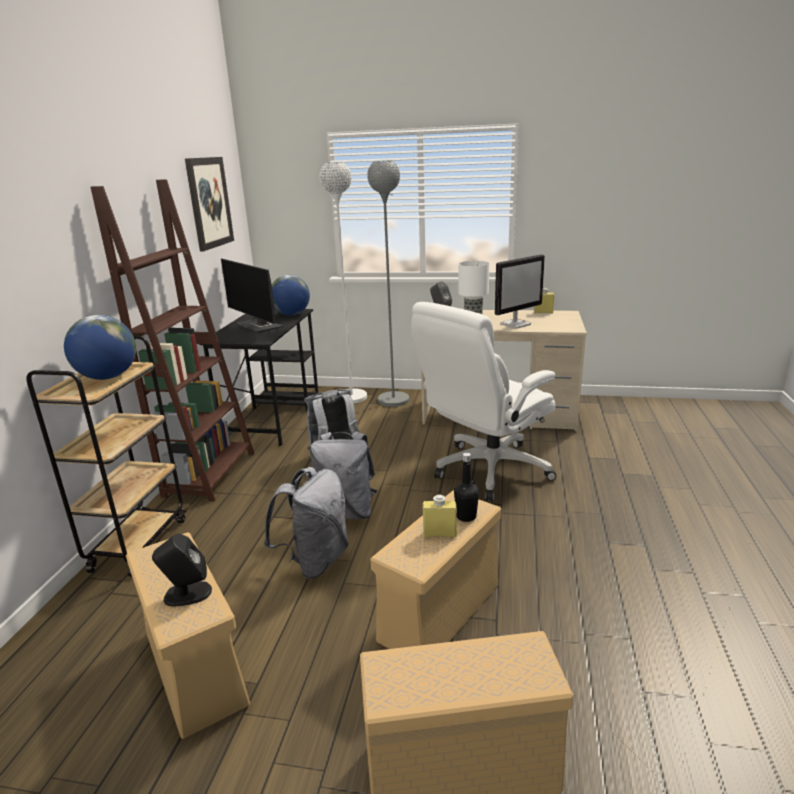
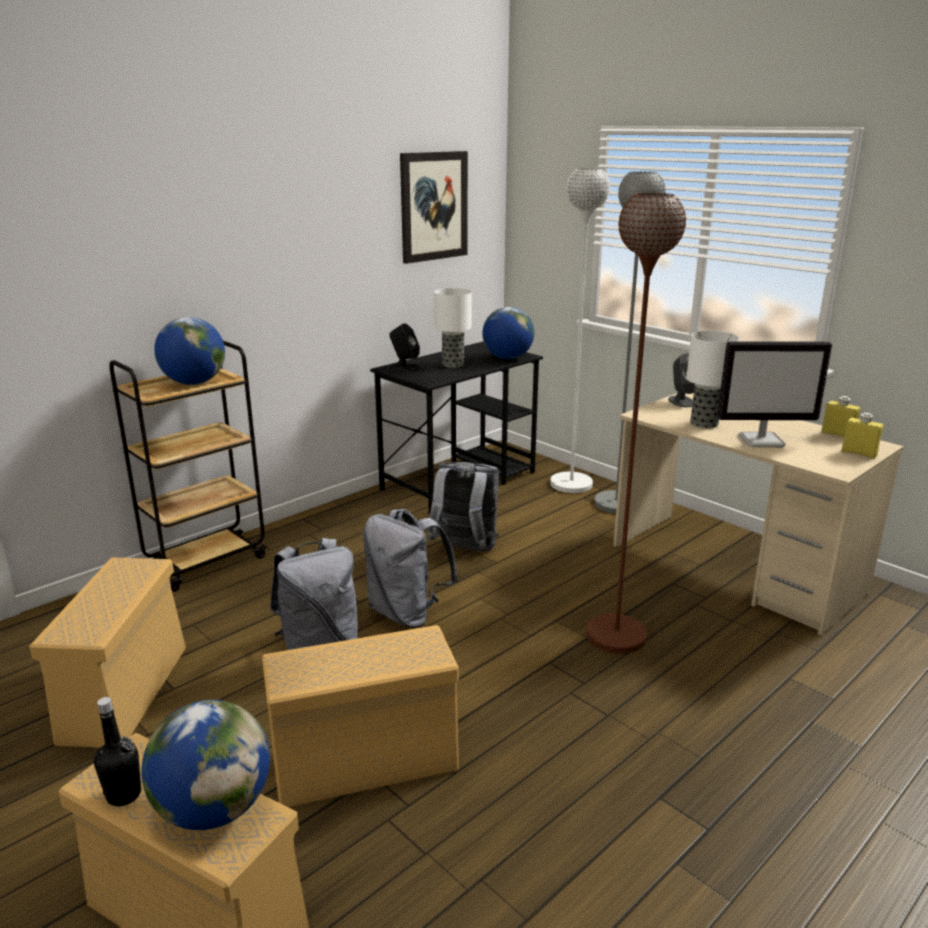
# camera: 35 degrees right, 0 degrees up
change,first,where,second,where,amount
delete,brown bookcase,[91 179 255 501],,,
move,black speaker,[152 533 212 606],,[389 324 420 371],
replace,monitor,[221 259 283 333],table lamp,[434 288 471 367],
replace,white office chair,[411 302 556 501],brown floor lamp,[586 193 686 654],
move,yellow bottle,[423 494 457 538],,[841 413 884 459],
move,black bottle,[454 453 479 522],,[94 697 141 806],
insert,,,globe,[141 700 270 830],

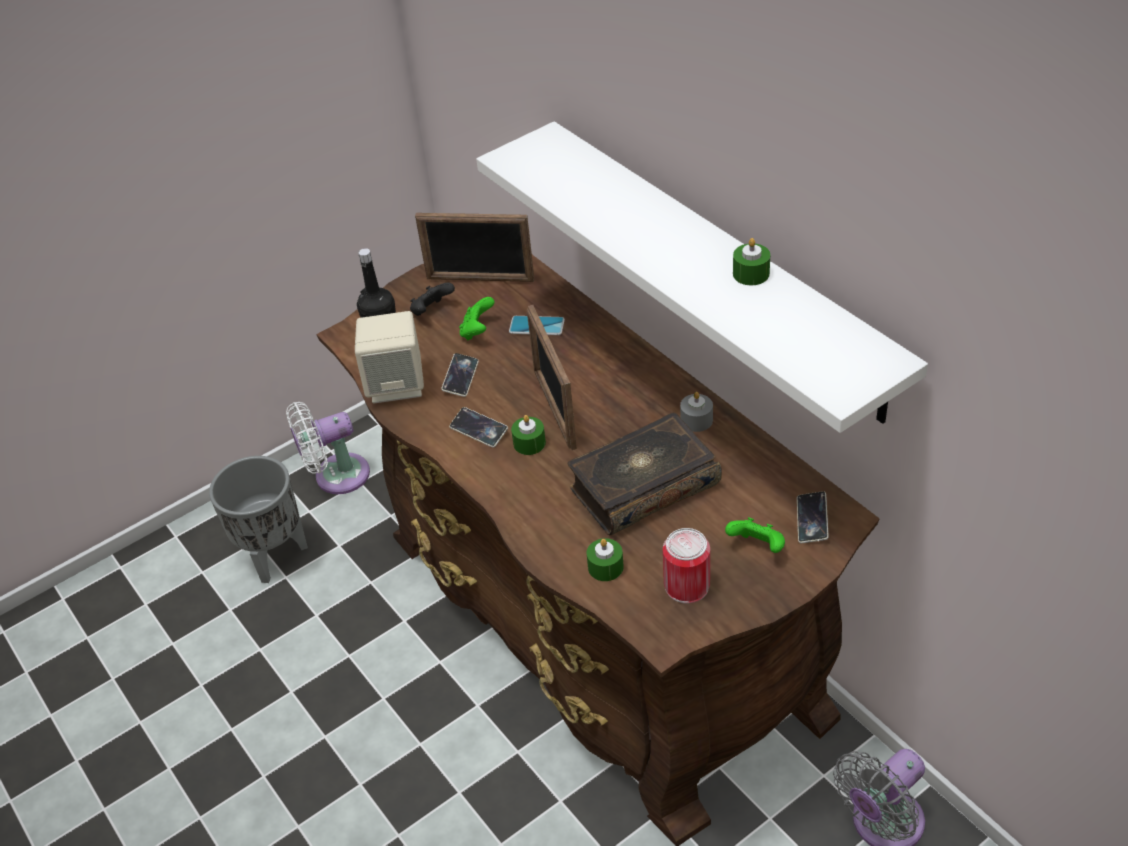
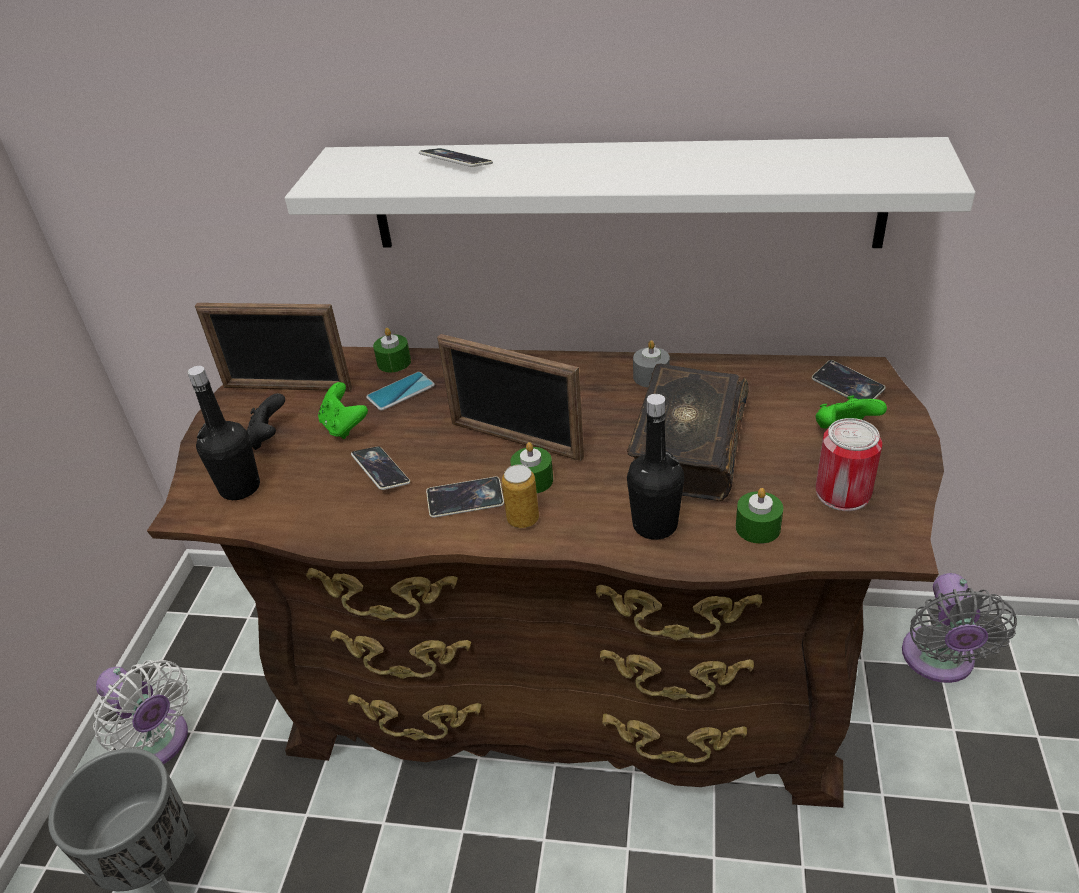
# camera: 45 degrees left, 5 degrees down
change,first,where,second,where,amount
rotate,white fan,[286 402 370 494],,[93 659 189 764],75 degrees counterclockwise
delete,beige speaker,[355 311 424 404],,,
rotate,picture frame,[415 213 535 282],,[195 303 352 391],45 degrees clockwise
move,green candle,[733 238 770 285],,[373 328 411 372],
insert,,,phone,[419 148 493 167],
insert,,,can,[502 464 539 528],
insert,,,black bottle,[627 394 684 540],

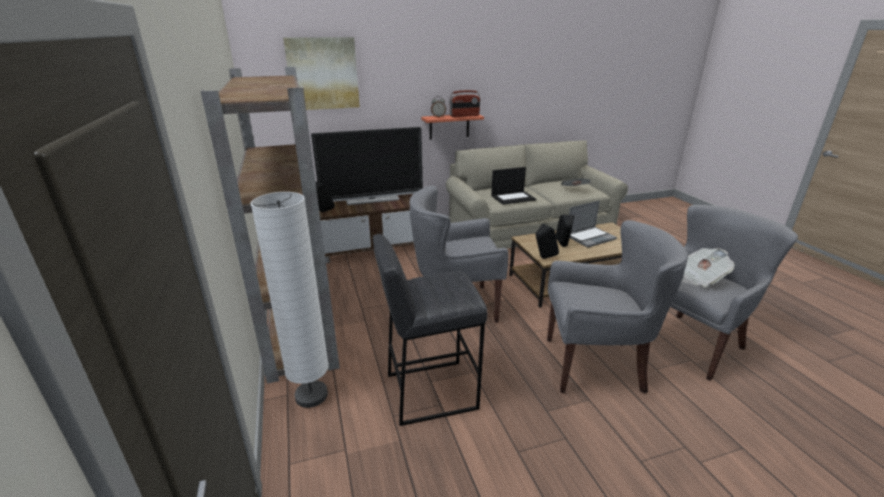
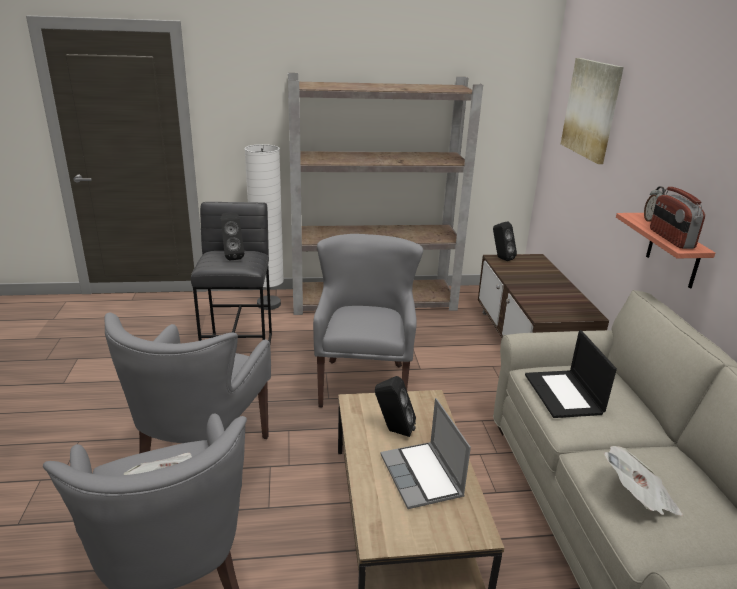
# camera: 100 degrees right, 0 degrees up
change,first,where,second,where,amount
delete,television,[311 127 423 205],,,
move,black speaker,[535 224 559 259],,[221 212 245 261],

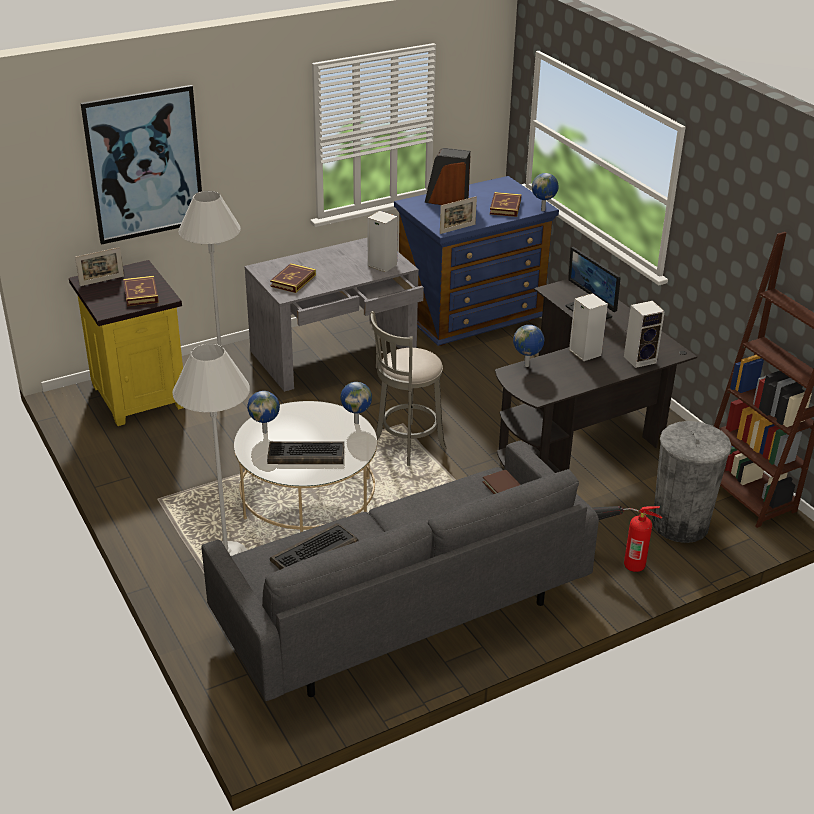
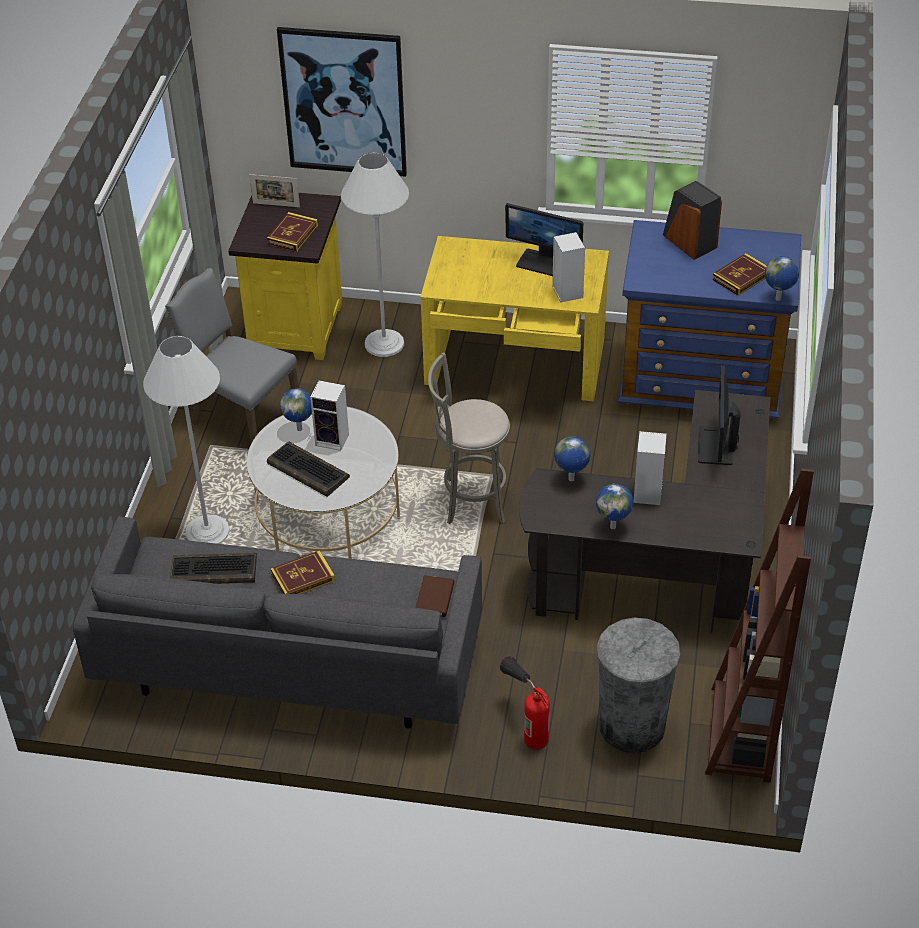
# camera: 40 degrees right, 10 degrees up
change,first,where,second,where,amount
recolor,grey desk,[245 237 424 392],yellow desk,[420 236 609 401],
move,book,[270 263 316 293],,[270 550 335 594],
move,globe,[340 382 372 424],,[596 484 633 529],
delete,picture frame,[440 196 477 234],,,
move,speaker,[624 301 665 368],,[310 380 349 451],
insert,,,grey chair,[165 268 298 443],
insert,,,monitor,[505 203 583 276],

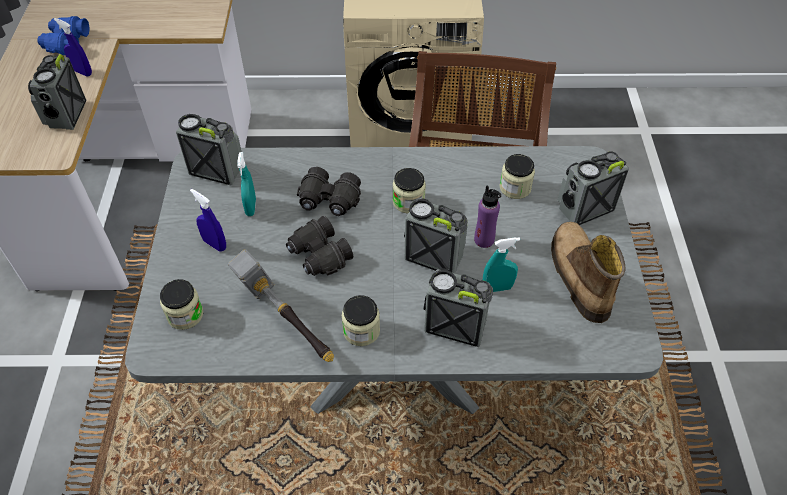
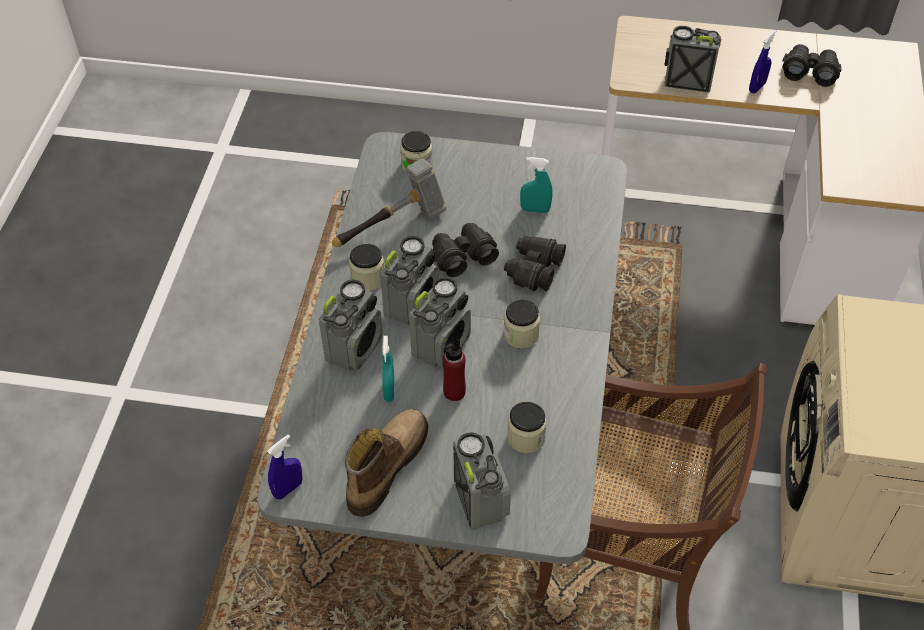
# camera: 100 degrees right, 0 degrees up
change,first,where,second,where,amount
recolor,blue binoculars,[37 16 90 55],black binoculars,[782 44 841 87],
move,radio,[176 114 242 185],,[380 236 439 325],
move,blue spray bottle,[190 189 226 252],,[267 434 303 500],
recolor,purple bottle,[474 186 501 248],red bottle,[442 339 466 401],
rotate,boot,[551 222 625 323],,[345 409 428 517],60 degrees counterclockwise

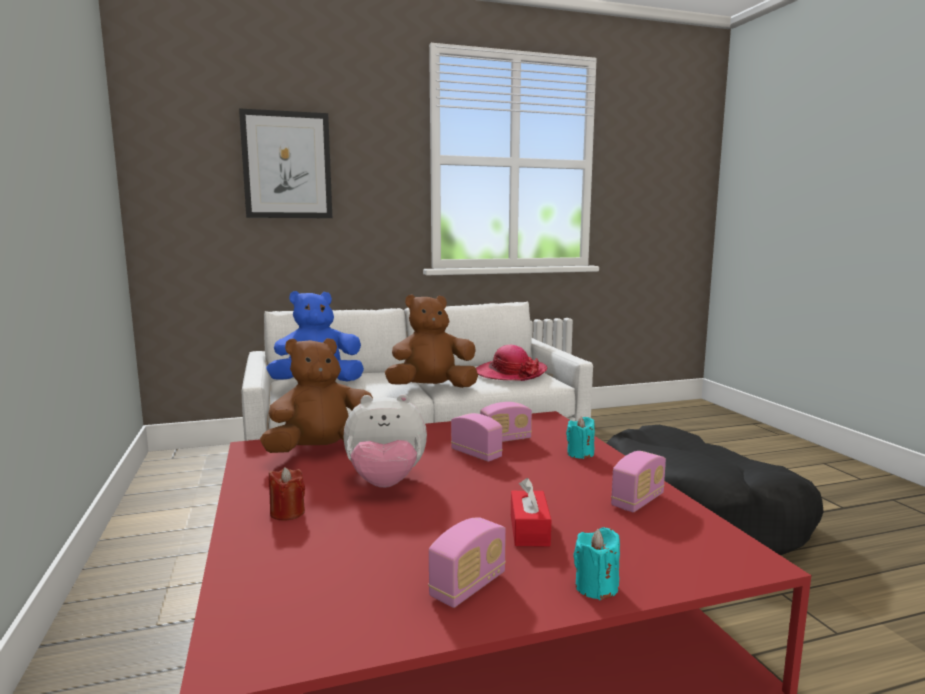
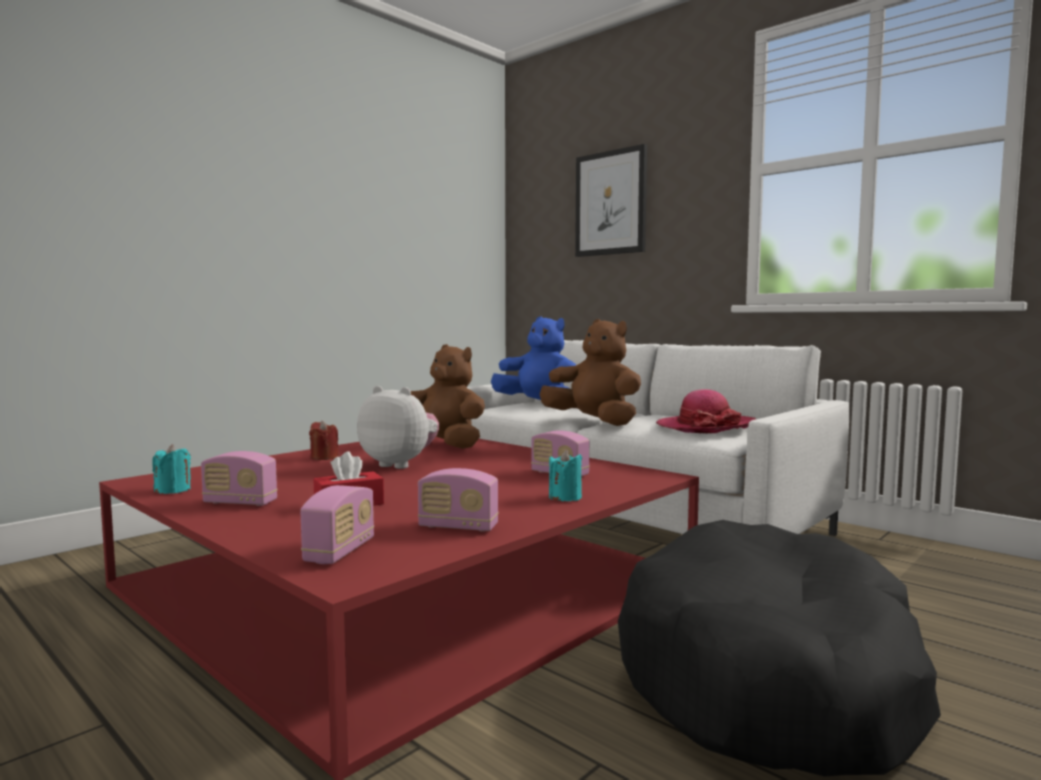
# camera: 60 degrees right, 5 degrees down
change,first,where,second,where,amount
rotate,plush toy,[344 394 427 488],,[357 386 439 469],150 degrees clockwise
move,radio,[451 413 503 462],,[300 485 374 564],
move,turquoise candle,[573 527 620 600],,[152 444 191 494],

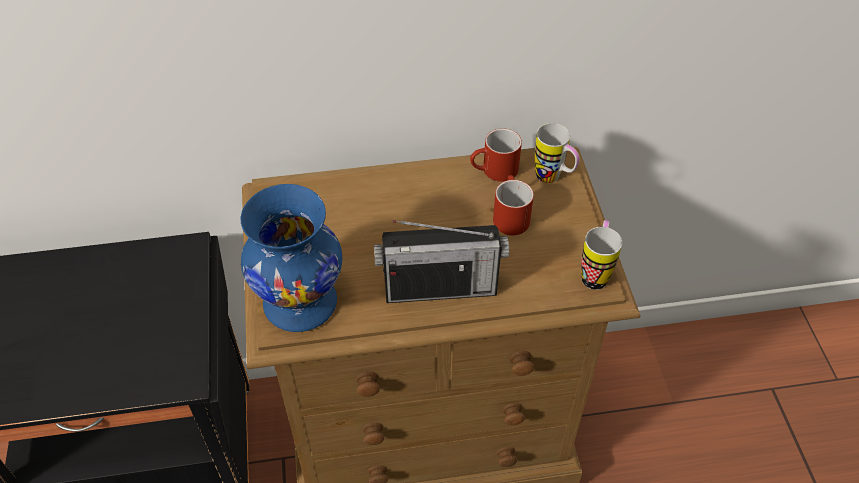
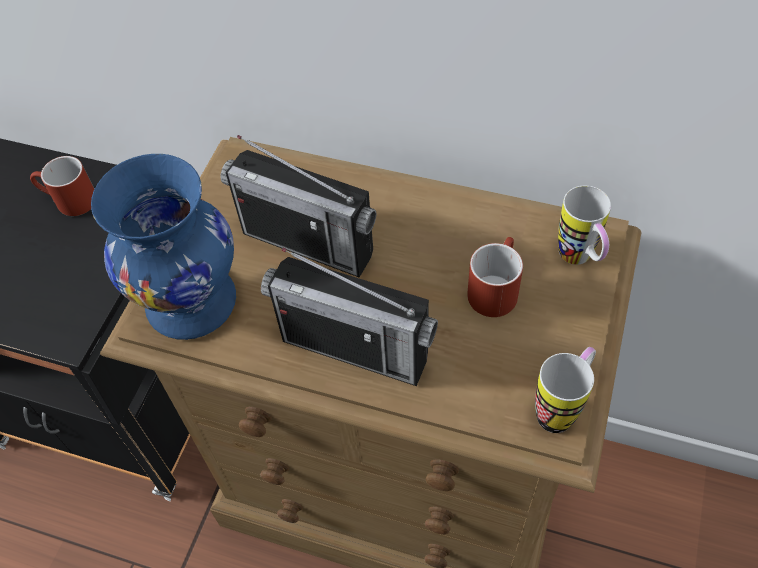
# camera: 30 degrees right, 5 degrees up
change,first,where,second,where,amount
move,red mug,[470 128 522 182],,[30 156 94 216],
insert,,,radio,[221 135 376 277],

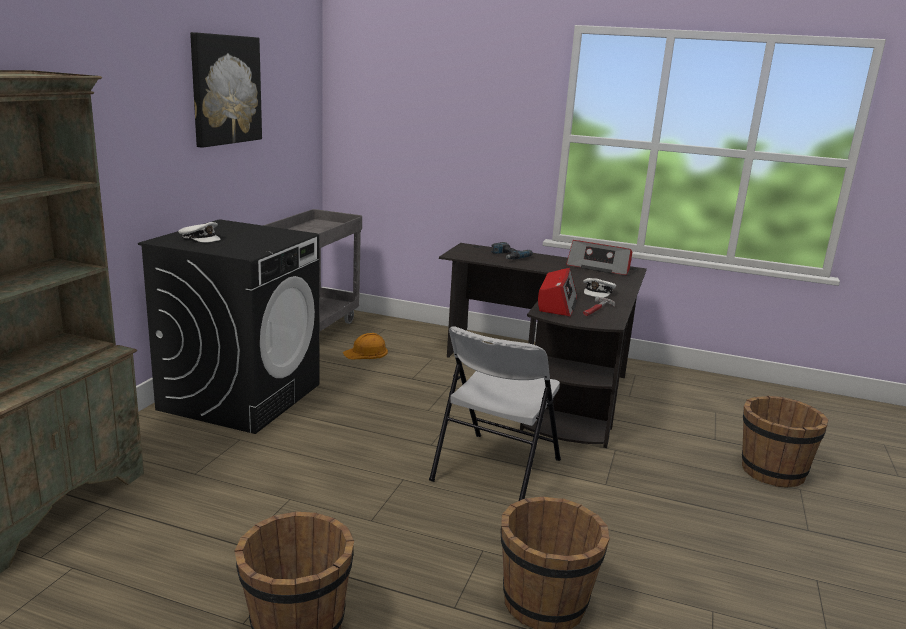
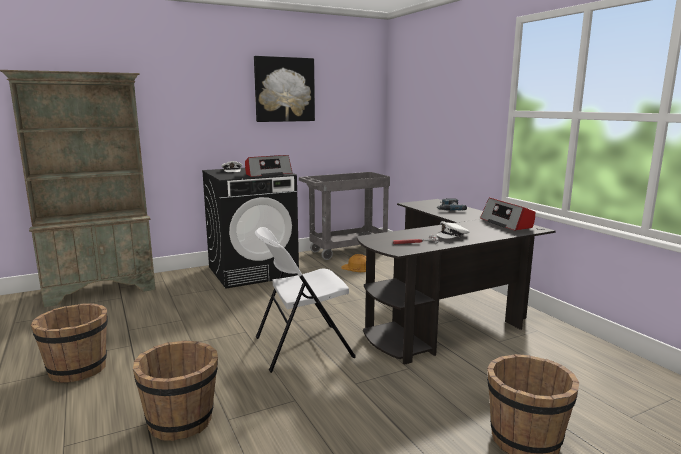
# camera: 45 degrees right, 5 degrees down
change,first,where,second,where,amount
move,radio,[538 268 577 317],,[245 155 293 177],

